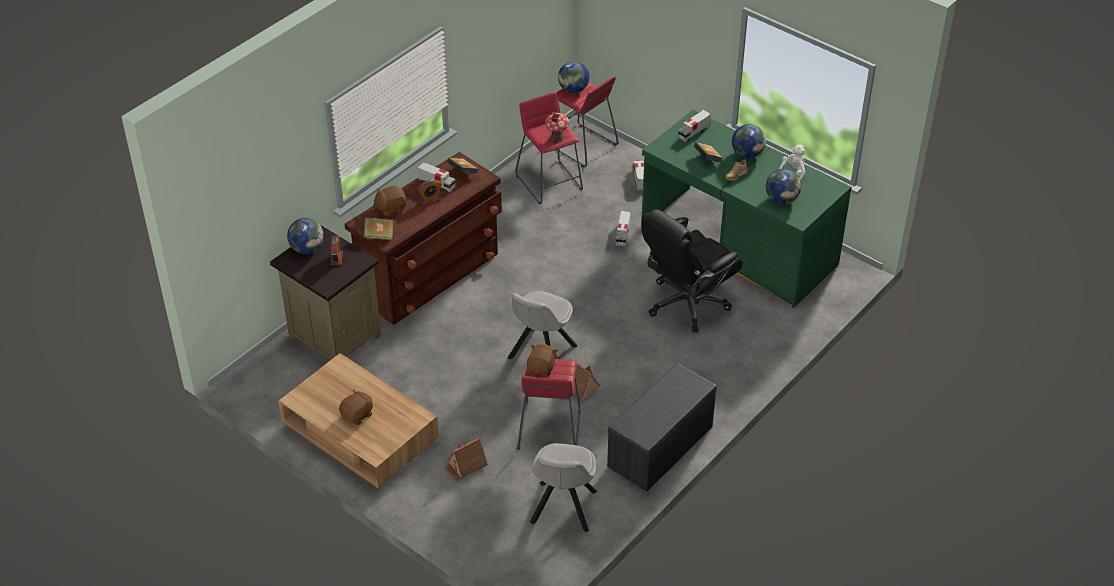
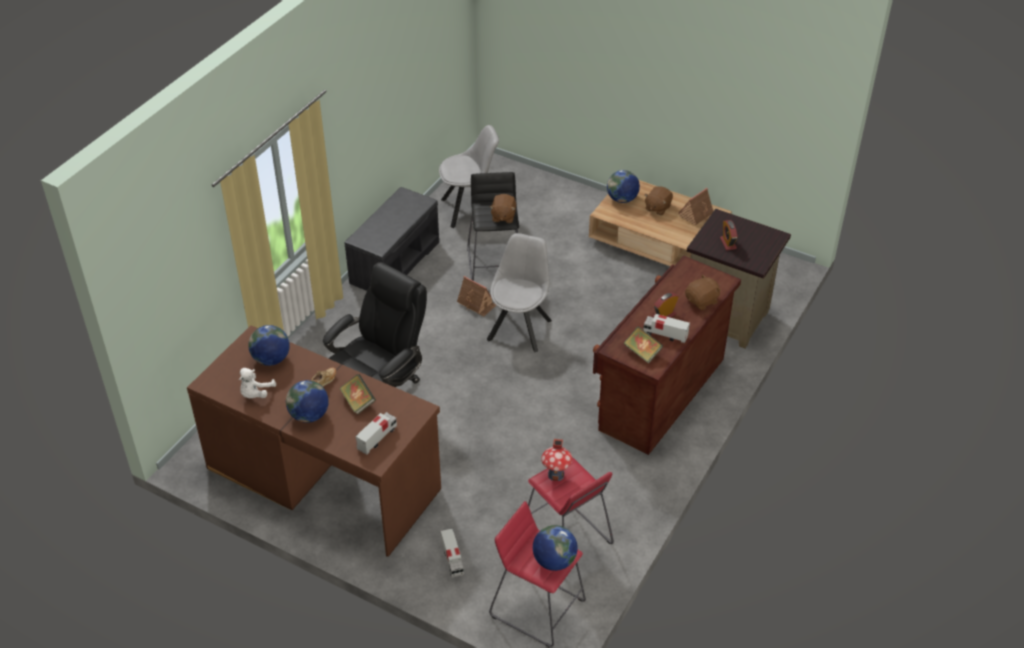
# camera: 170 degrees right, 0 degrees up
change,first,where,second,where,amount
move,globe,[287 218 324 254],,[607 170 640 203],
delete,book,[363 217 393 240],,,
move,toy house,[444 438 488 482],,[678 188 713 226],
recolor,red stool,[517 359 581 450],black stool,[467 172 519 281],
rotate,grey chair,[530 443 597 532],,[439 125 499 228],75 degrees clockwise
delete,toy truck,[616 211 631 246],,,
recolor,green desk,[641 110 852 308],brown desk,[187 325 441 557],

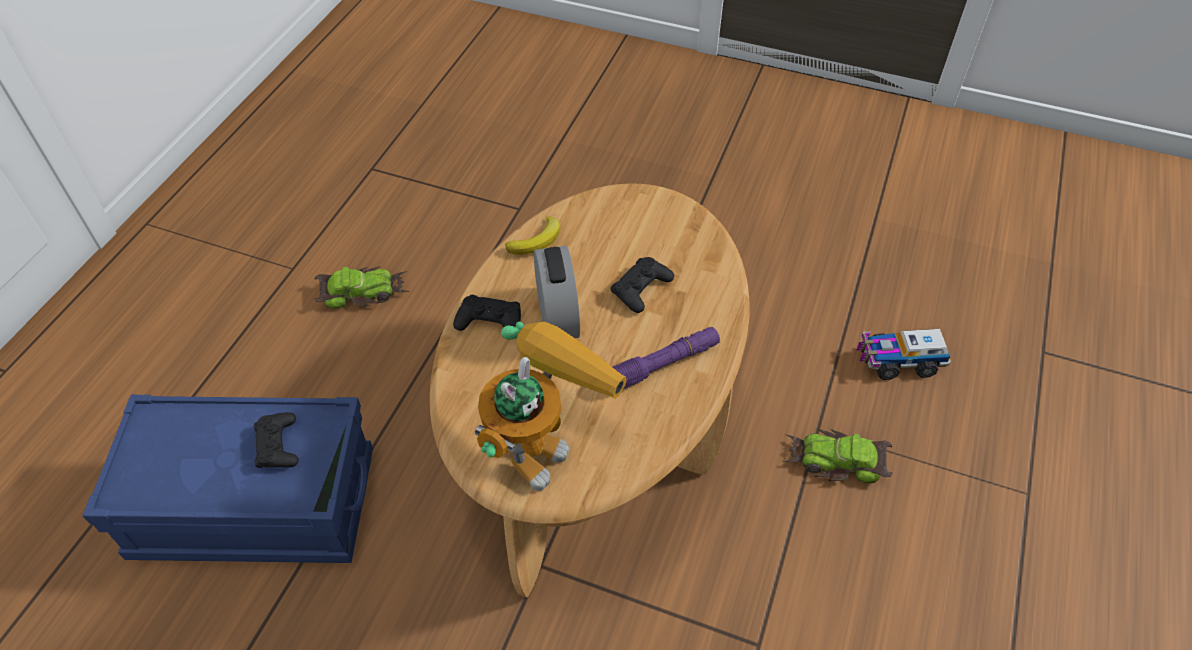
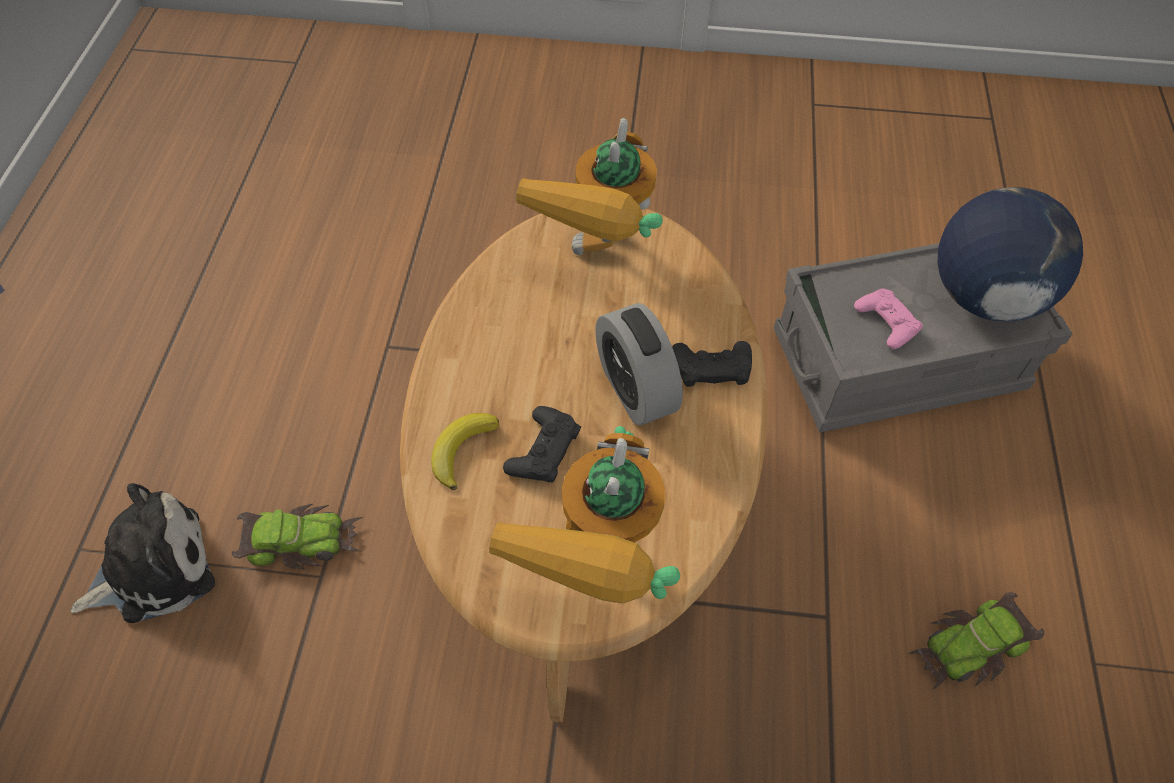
# camera: 165 degrees right, 5 degrees up
change,first,where,second,where,amount
recolor,blue storage box,[82 395 373 563],grey storage box,[774 243 1073 432],
recolor,black game controller,[254 412 299 468],pink game controller,[854 289 923 349],
move,banana,[505 217 560 255],,[431 413 499 490],
delete,purple flashlight,[612 327 720 389],,,
delete,toy truck,[856 329 951 380],,,
insert,,,plush toy,[71 483 215 623],
insert,,,toy robot,[489 426 680 604],
insert,,,globe,[938 187 1083 322],

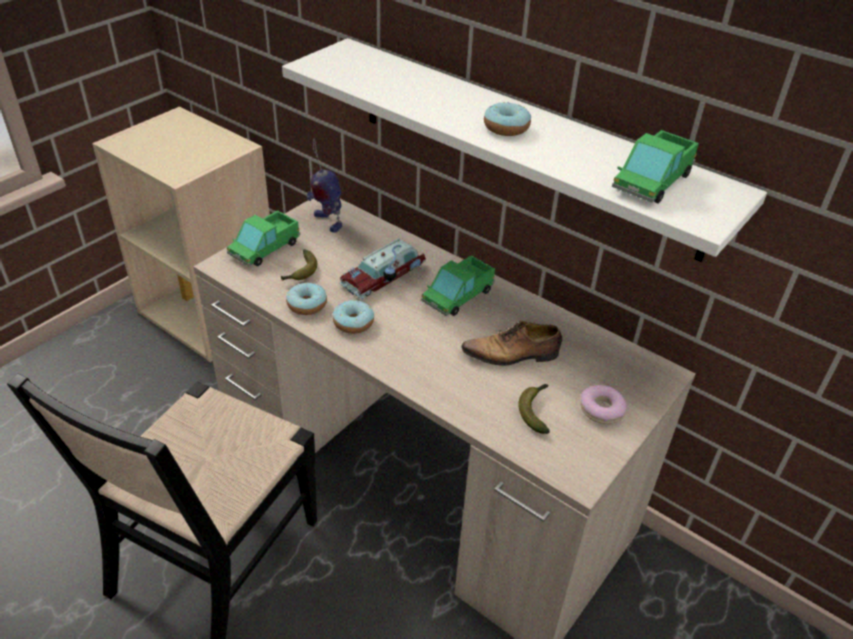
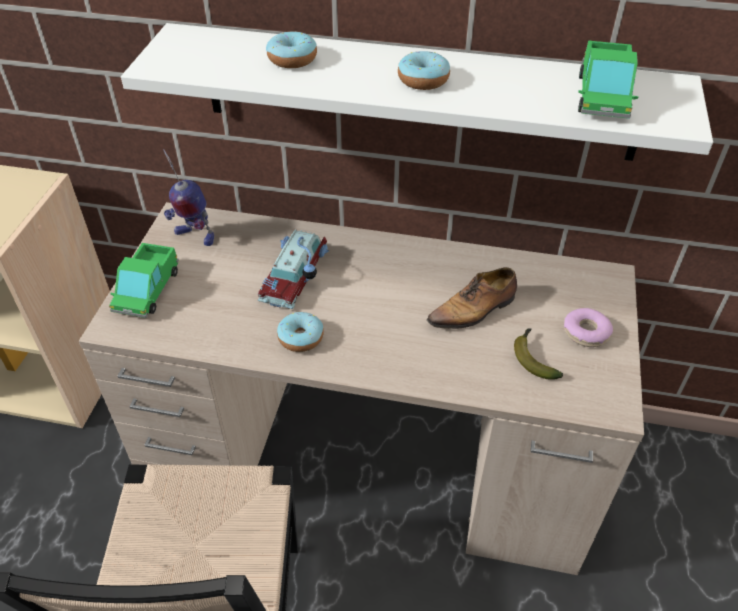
# camera: 25 degrees left, 5 degrees up
change,first,where,second,where,amount
delete,banana,[281 249 317 281],,,
move,donut,[286 282 327 315],,[266 31 317 68],
delete,toy truck,[421 255 495 316],,,

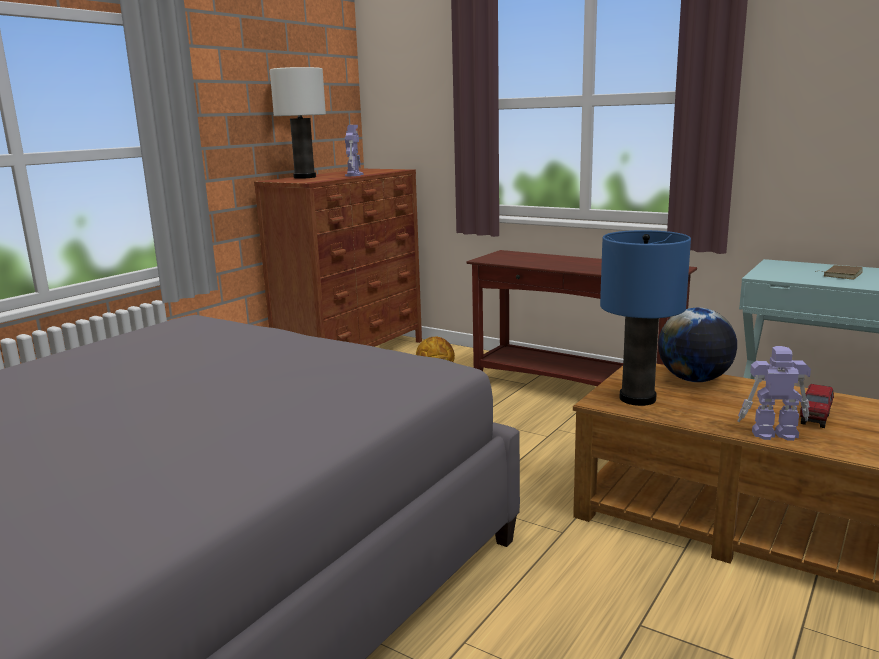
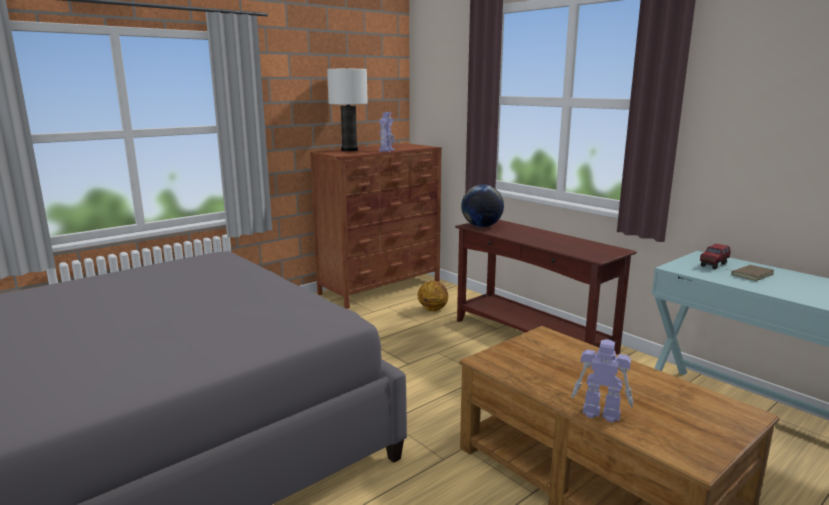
# camera: 15 degrees right, 0 degrees up
change,first,where,second,where,amount
delete,blue table lamp,[600 230 691 406],,,
move,globe,[658 308 737 382],,[461 185 504 227],
move,toy truck,[800 384 834 428],,[700 244 731 269],

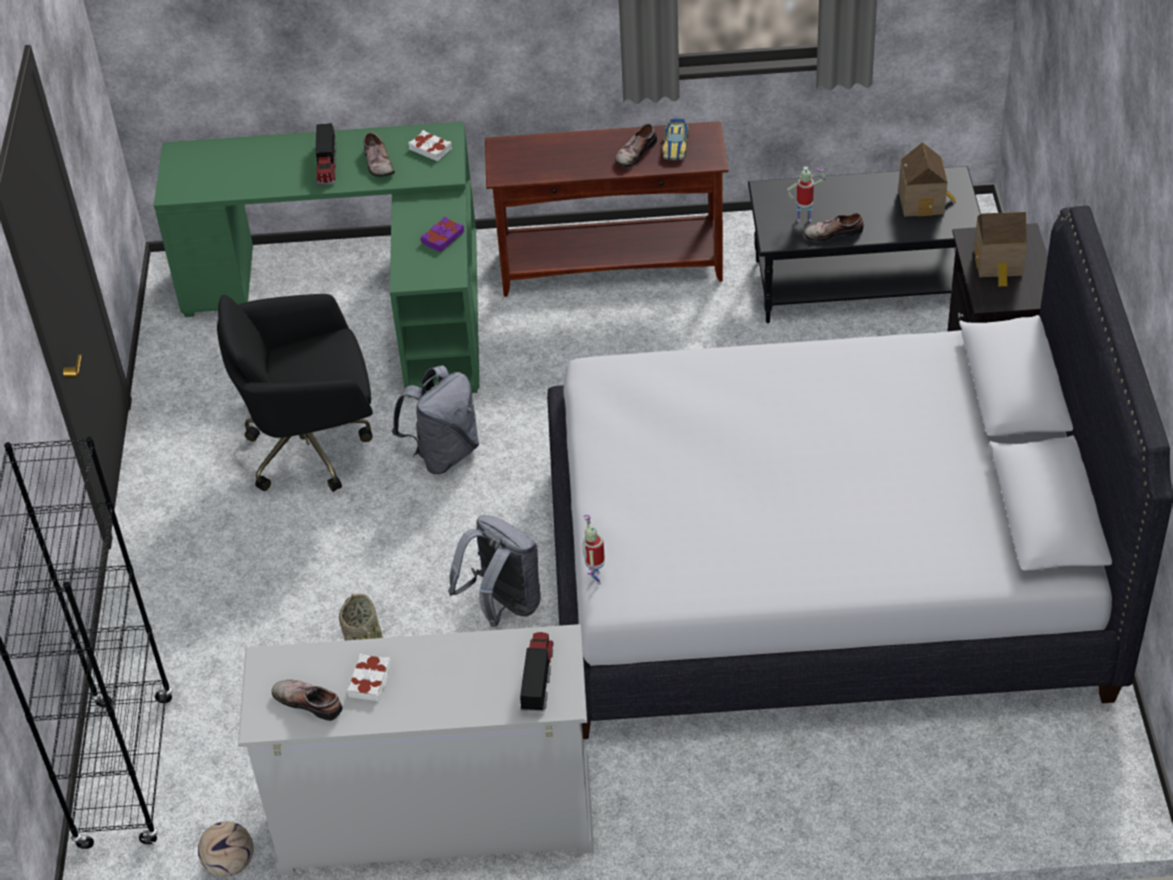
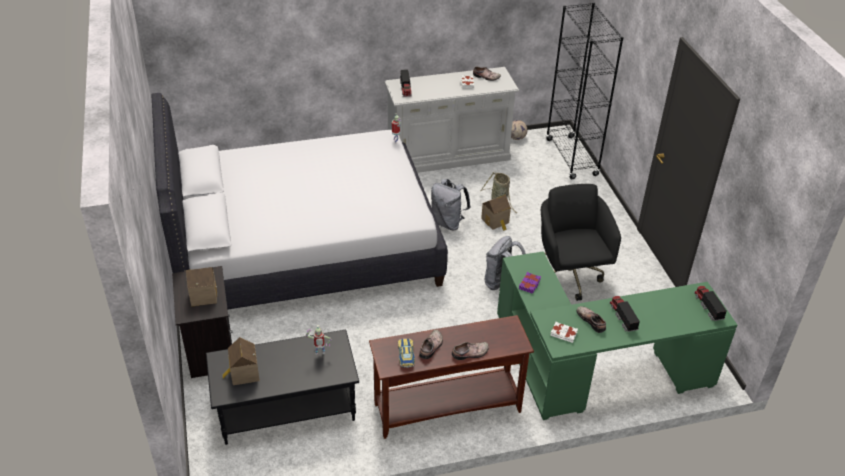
# camera: 165 degrees right, 5 degrees down
change,first,where,second,where,amount
rotate,black office chair,[217 294 373 492],,[541 184 621 301],75 degrees counterclockwise
move,shoe,[804 213 864 242],,[452 342 489 360],
insert,,,toy house,[481 194 511 231],
insert,,,toy truck,[694 286 727 321],

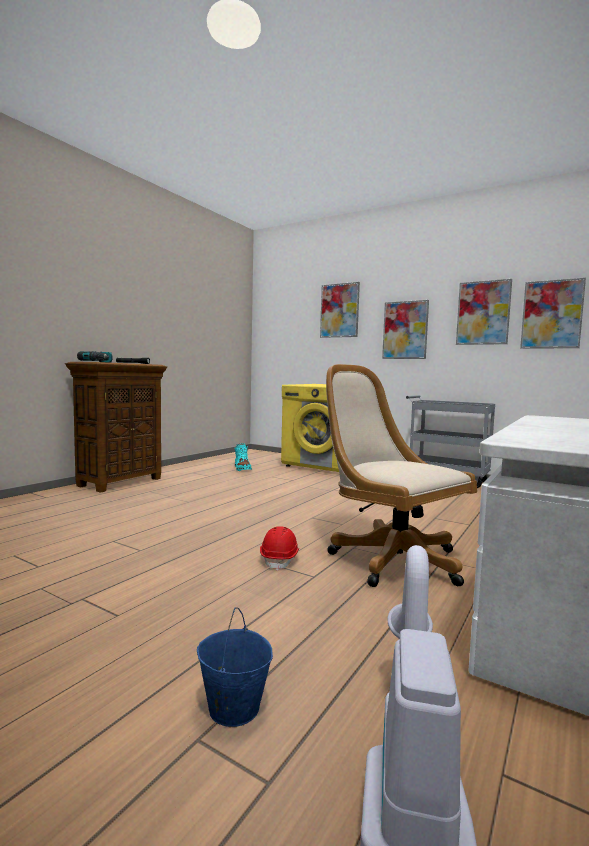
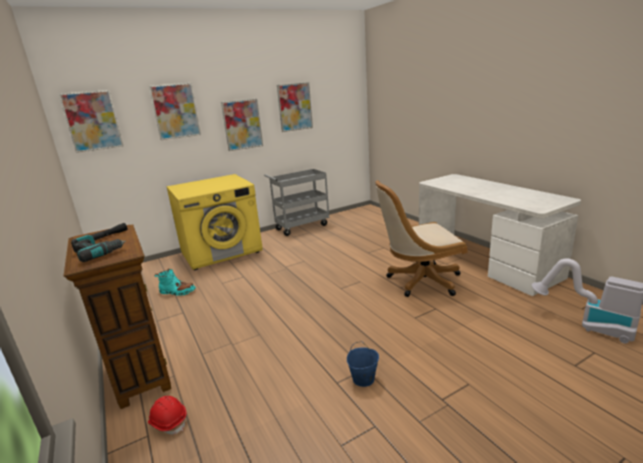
# camera: 60 degrees left, 15 degrees up
change,first,where,second,where,amount
move,blue bucket,[197 607 273 727],,[347 341 379 387],
move,red hard hat,[260 526 299 571],,[148 396 186 435],
move,picture,[520 278 586 349],,[59 90 123 153],

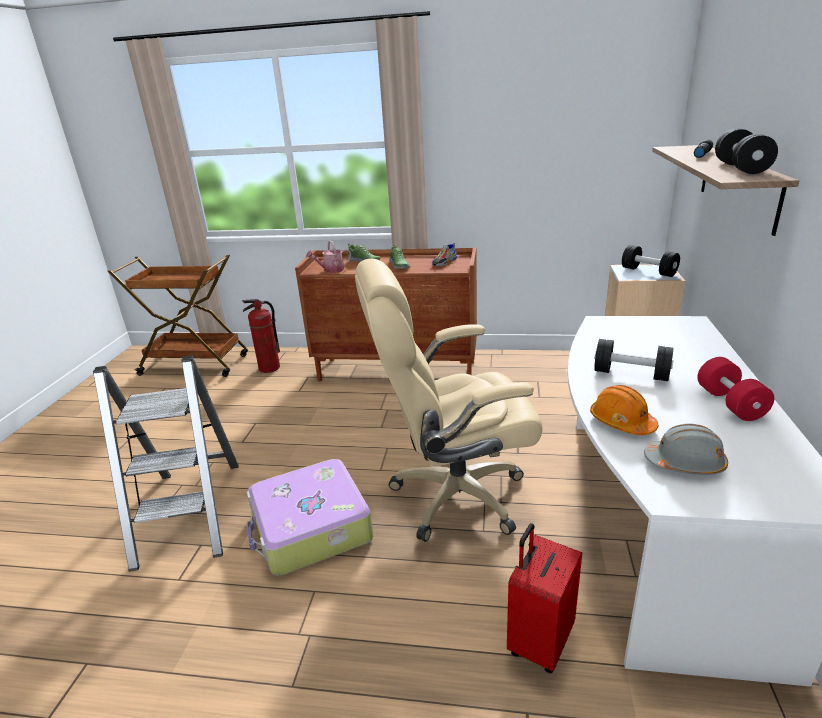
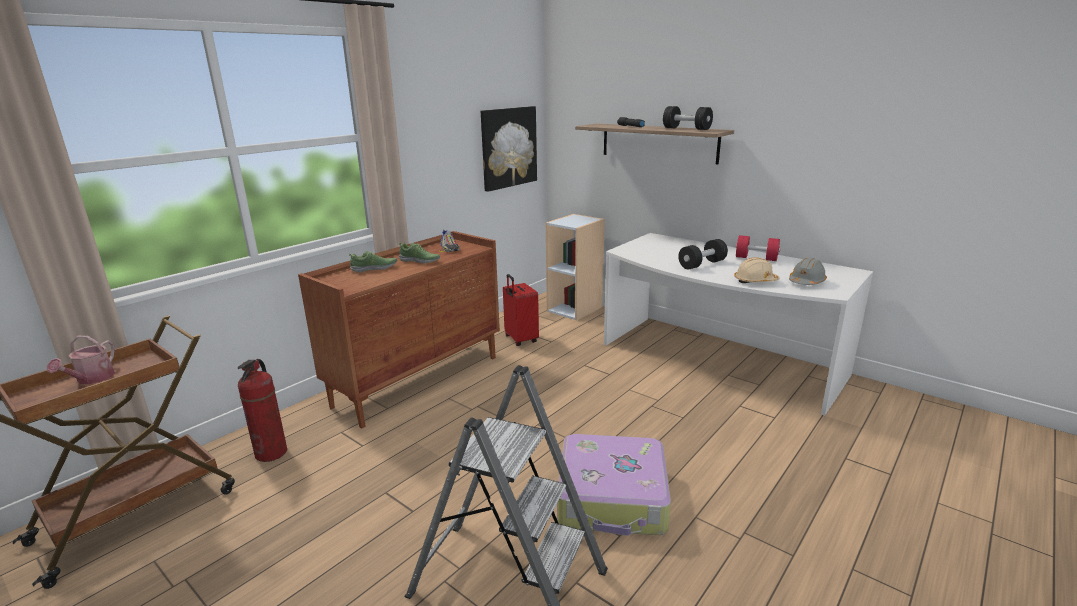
# camera: 60 degrees left, 5 degrees down
change,first,where,second,where,amount
move,watering can,[306 241 351 273],,[47 336 115 384],
delete,beige office chair,[355 259 542 542],,,
move,red suitcase,[507 523 582 673],,[503 274 539 346],
recolor,orange hard hat,[590 385 659 435],beige hard hat,[734 257 780 283],
delete,black dumbbell,[622 245 680 277],,,
insert,,,picture,[481 106 537 192],

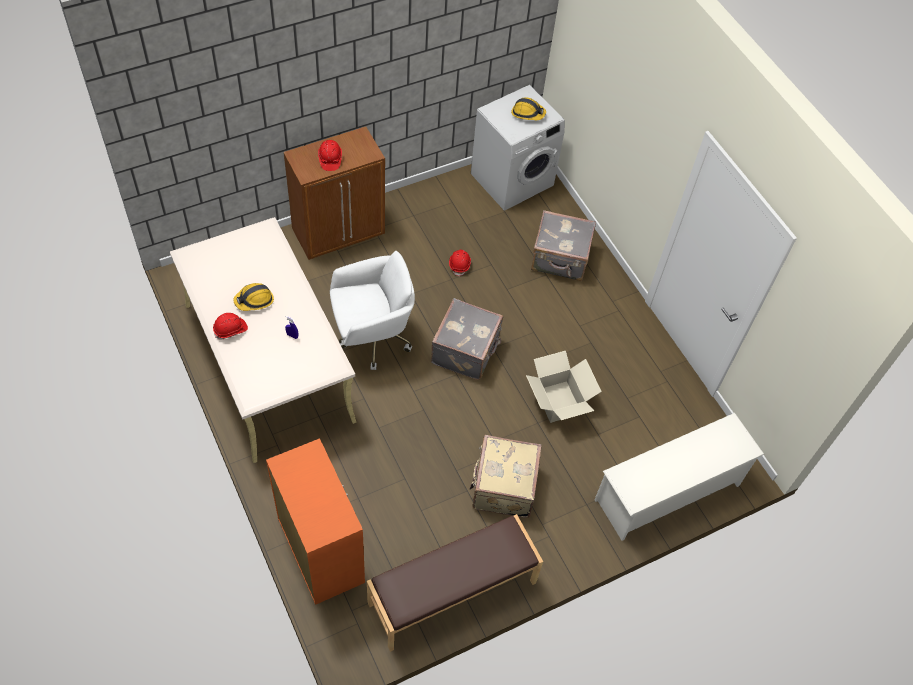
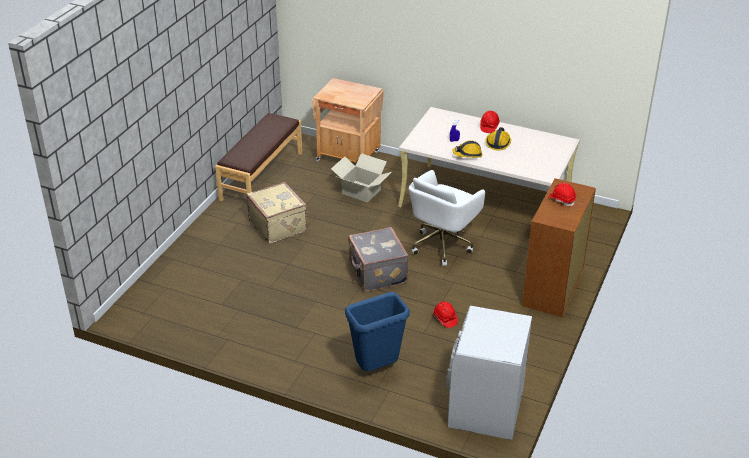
# camera: 145 degrees right, 20 degrees down
change,first,where,second,where,amount
replace,orange cabinet,[266 438 365 605],brown cart,[312 78 384 162],
move,hard hat,[511 97 546 120],,[452 140 483 158],
move,cardboard box,[526 351 602 423],,[331 153 392 203],
replace,grey suitcase,[531 210 596 281],blue trash can,[345 292 410 371],
delete,white shoe rack,[595 413 764 541],,,

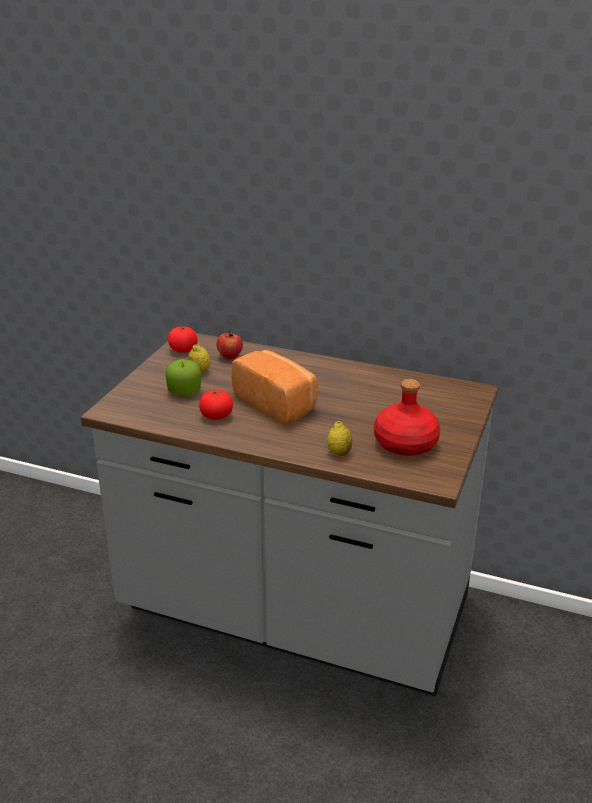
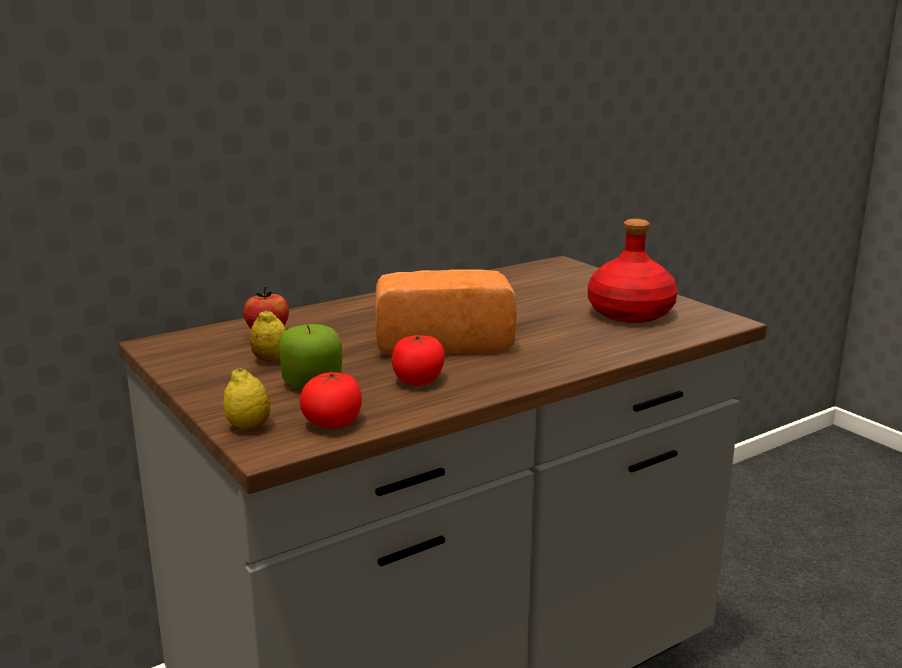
# camera: 55 degrees left, 10 degrees down
change,first,where,second,where,amount
move,tomato,[168 326 197 353],,[300 371 362 428],
move,lemon,[327 421 352 456],,[223 368 270 430],

